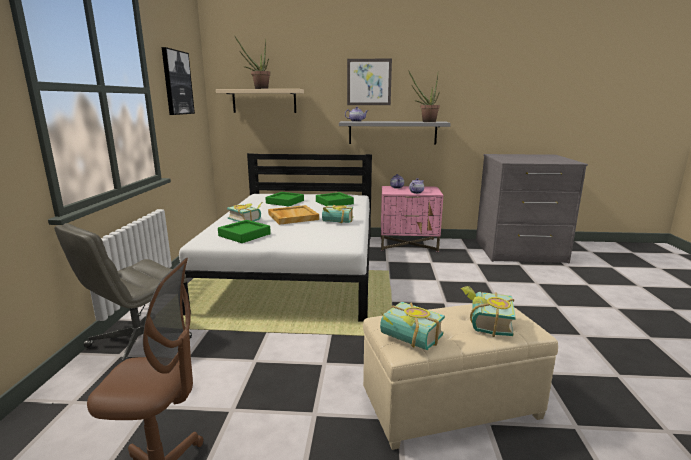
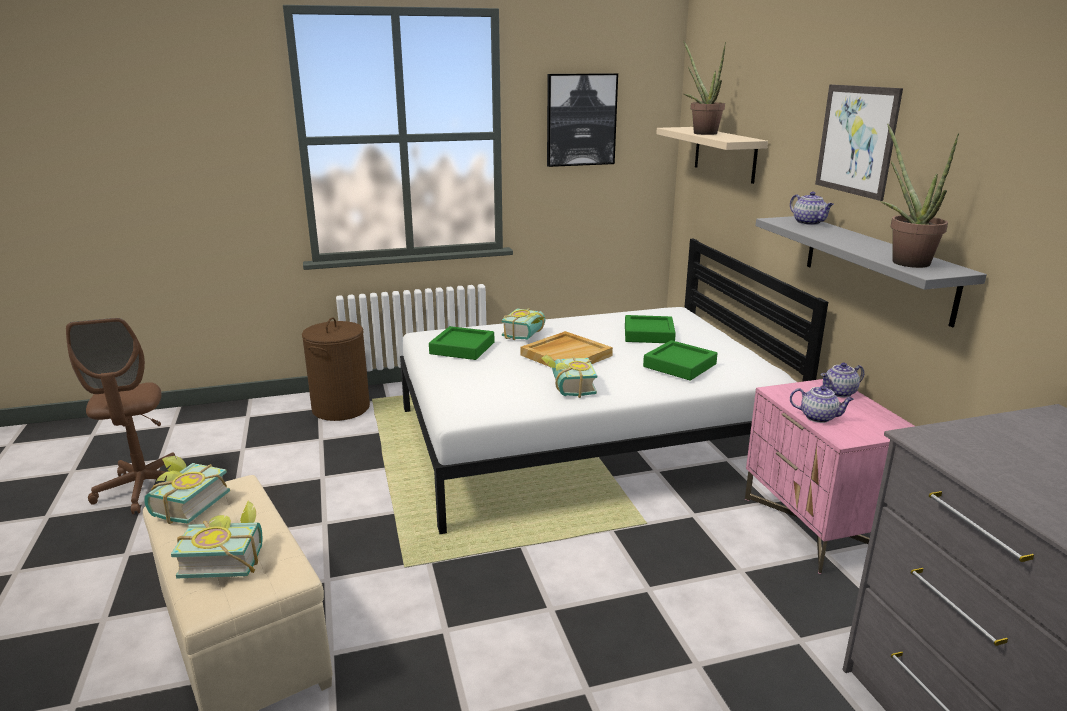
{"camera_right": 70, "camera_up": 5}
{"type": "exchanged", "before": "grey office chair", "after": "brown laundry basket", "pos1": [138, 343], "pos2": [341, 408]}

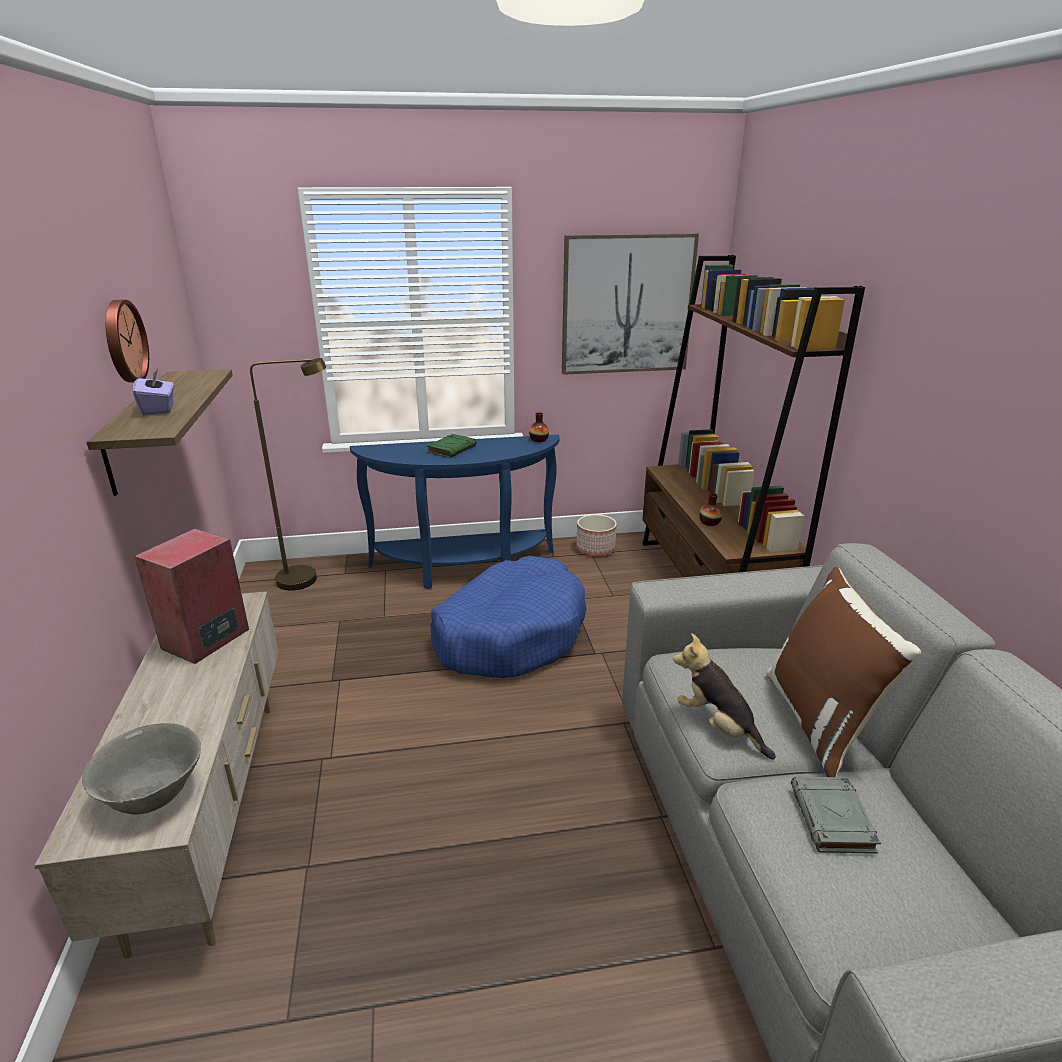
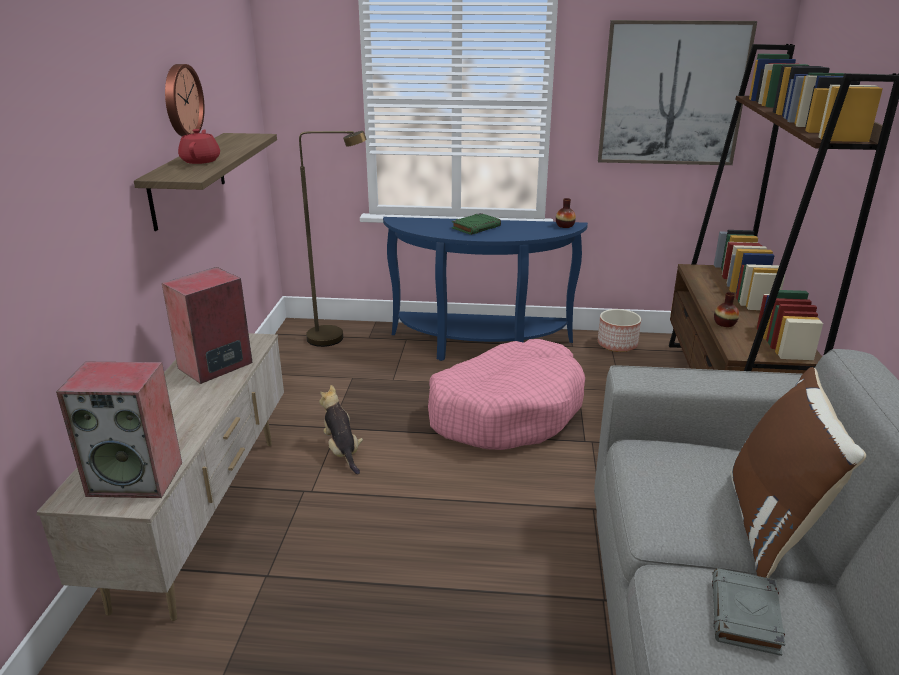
{"camera_right": 15, "camera_up": 0}
{"type": "relocated", "before": "plush toy", "pos1": [718, 726], "pos2": [342, 451]}
{"type": "exchanged", "before": "grey bowl", "after": "speaker", "pos1": [154, 795], "pos2": [137, 478]}
{"type": "exchanged", "before": "purple tissue box", "after": "red teapot", "pos1": [159, 409], "pos2": [201, 160]}
{"type": "colour", "before": "blue dog bed", "after": "pink dog bed", "pos1": [510, 634], "pos2": [506, 411]}

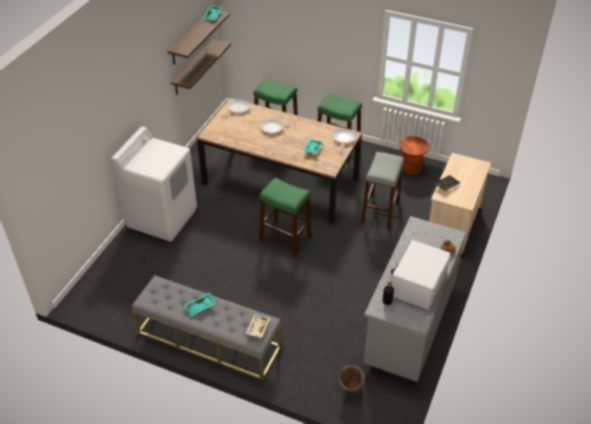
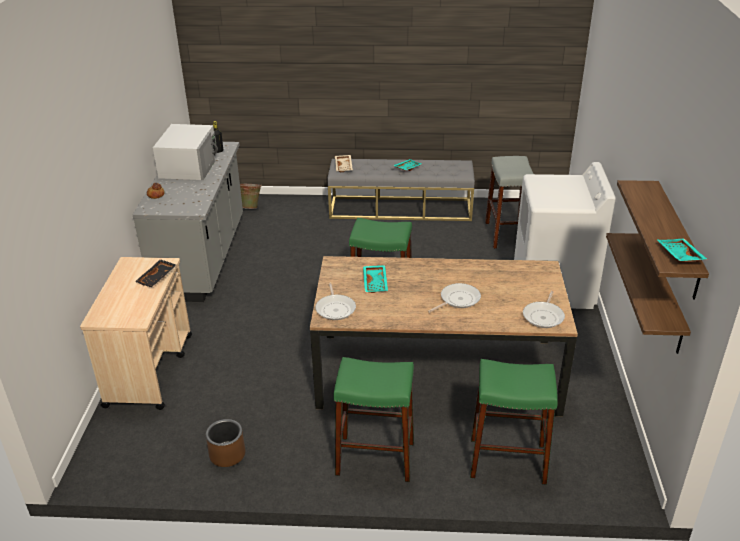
{"camera_right": 160, "camera_up": -10}
{"type": "relocated", "before": "grey stool", "pos1": [380, 212], "pos2": [507, 234]}
{"type": "exchanged", "before": "brown stool", "after": "brown planter", "pos1": [410, 169], "pos2": [227, 454]}

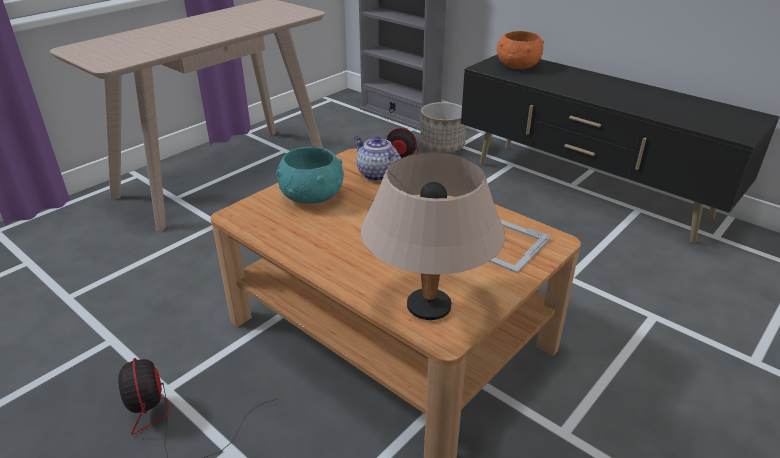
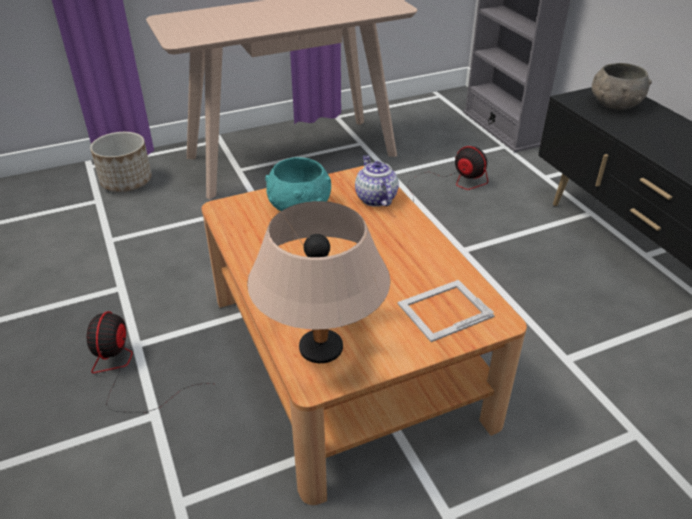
{"camera_right": 25, "camera_up": 5}
{"type": "relocated", "before": "planter", "pos1": [441, 146], "pos2": [126, 181]}
{"type": "colour", "before": "orange bowl", "after": "grey bowl", "pos1": [517, 66], "pos2": [614, 104]}

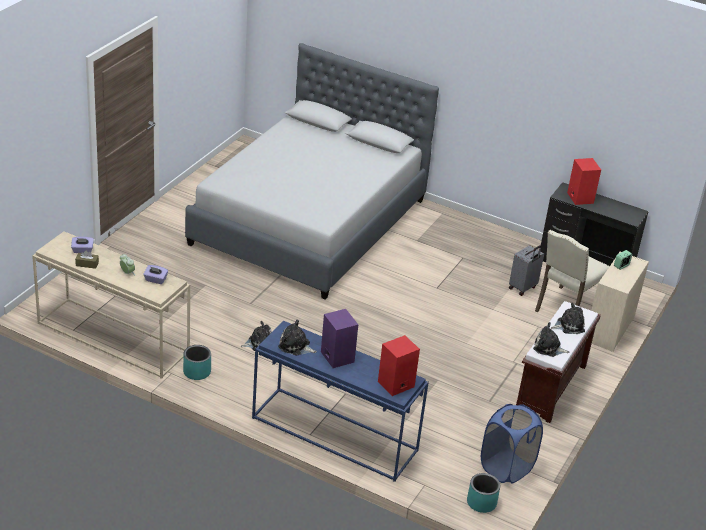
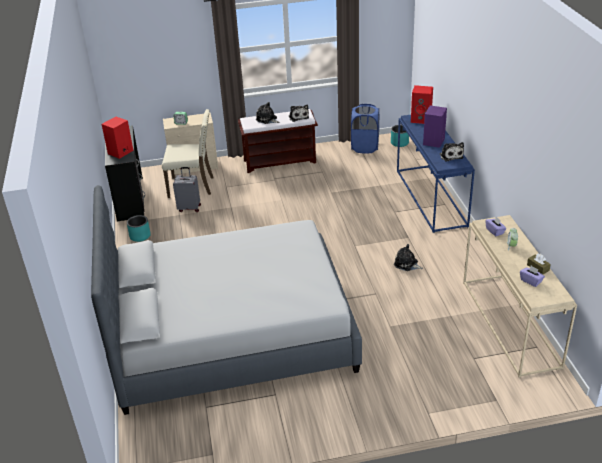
{"camera_right": -125, "camera_up": 0}
{"type": "relocated", "before": "turquoise planter", "pos1": [197, 372], "pos2": [140, 236]}

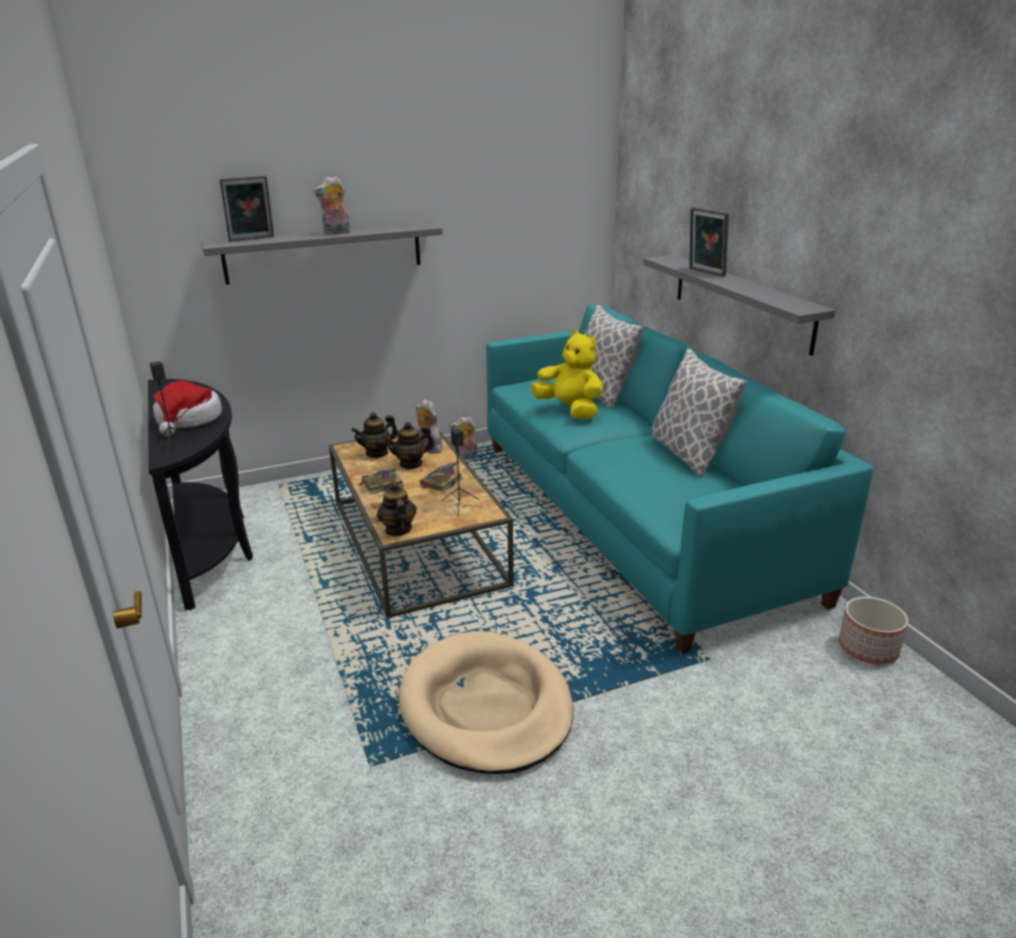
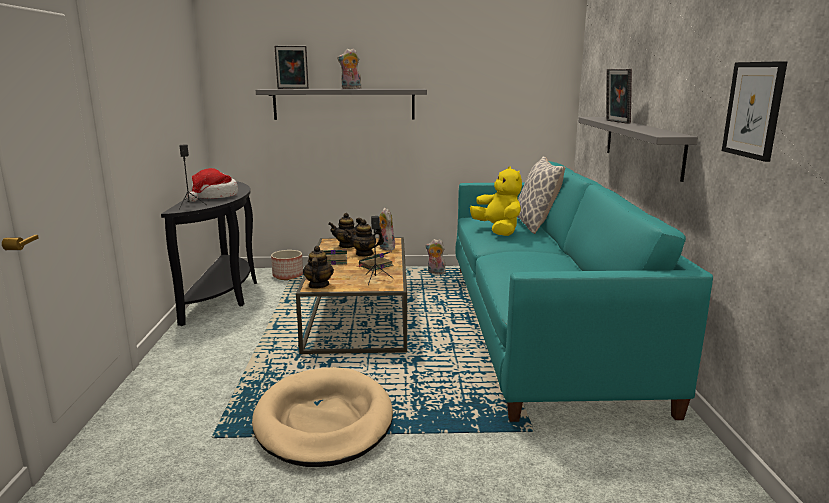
{"camera_right": 20, "camera_up": -10}
{"type": "missing", "before": "pillow", "pos1": [688, 453]}
{"type": "appeared", "after": "picture", "pos2": [754, 110]}
{"type": "relocated", "before": "planter", "pos1": [868, 649], "pos2": [288, 276]}

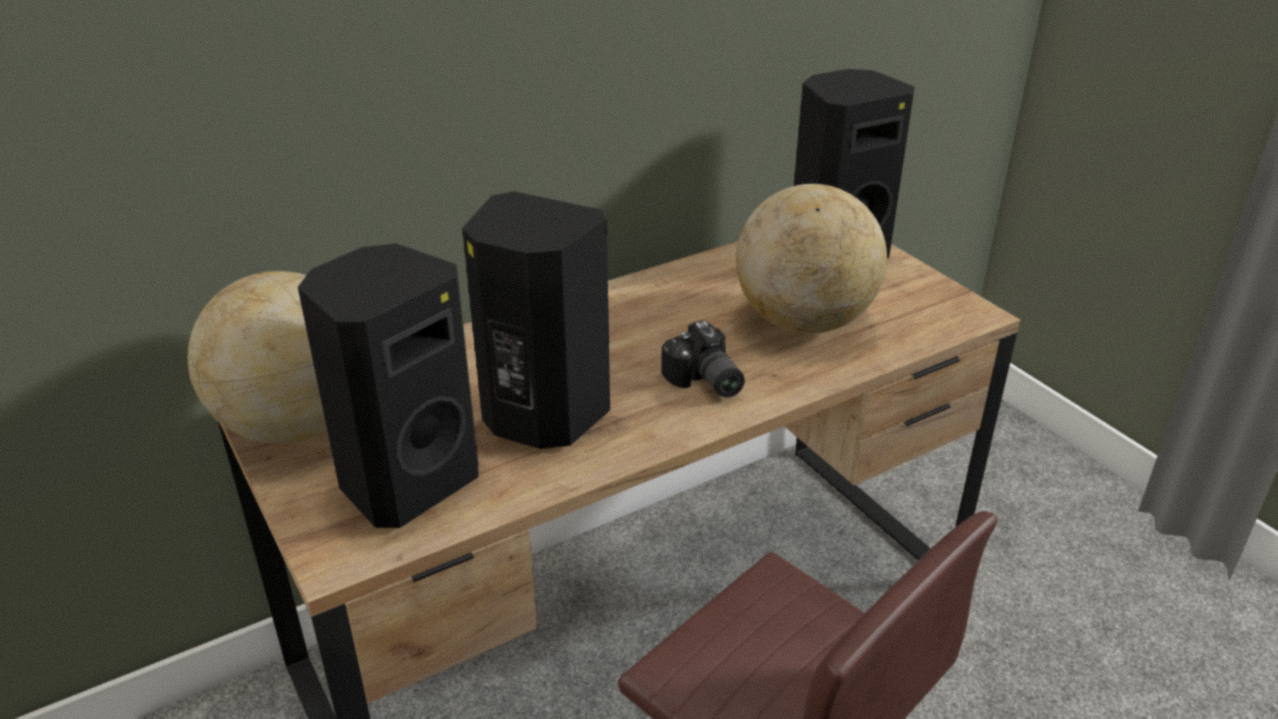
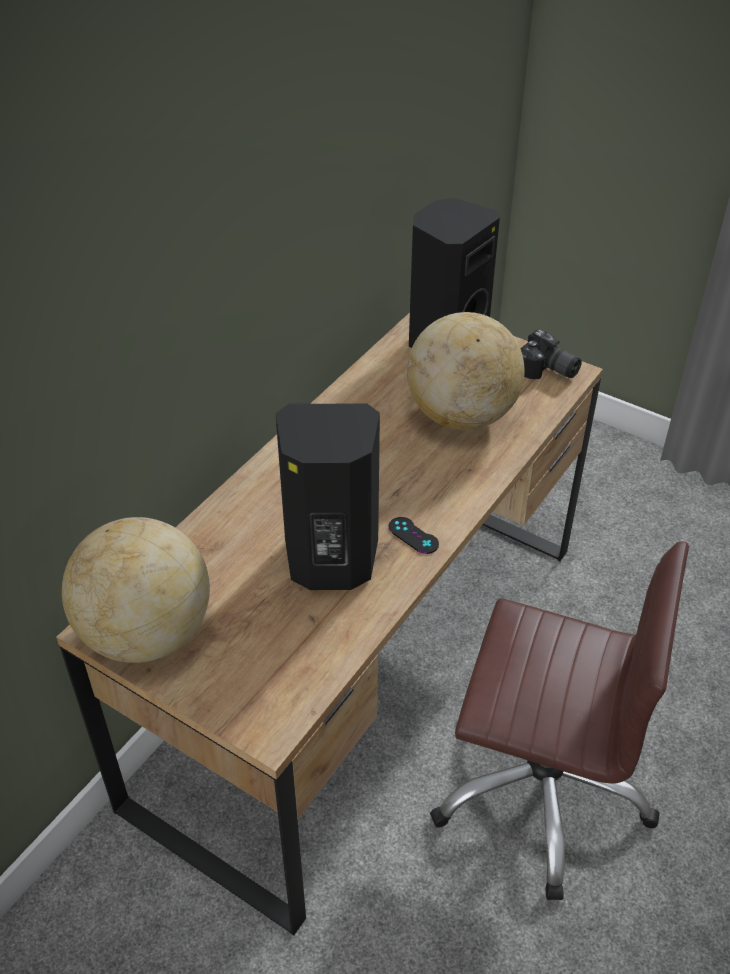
{"camera_right": -25, "camera_up": 10}
{"type": "missing", "before": "black speaker", "pos1": [406, 482]}
{"type": "appeared", "after": "black game controller", "pos2": [413, 535]}
{"type": "relocated", "before": "photo camera", "pos1": [704, 382], "pos2": [547, 371]}

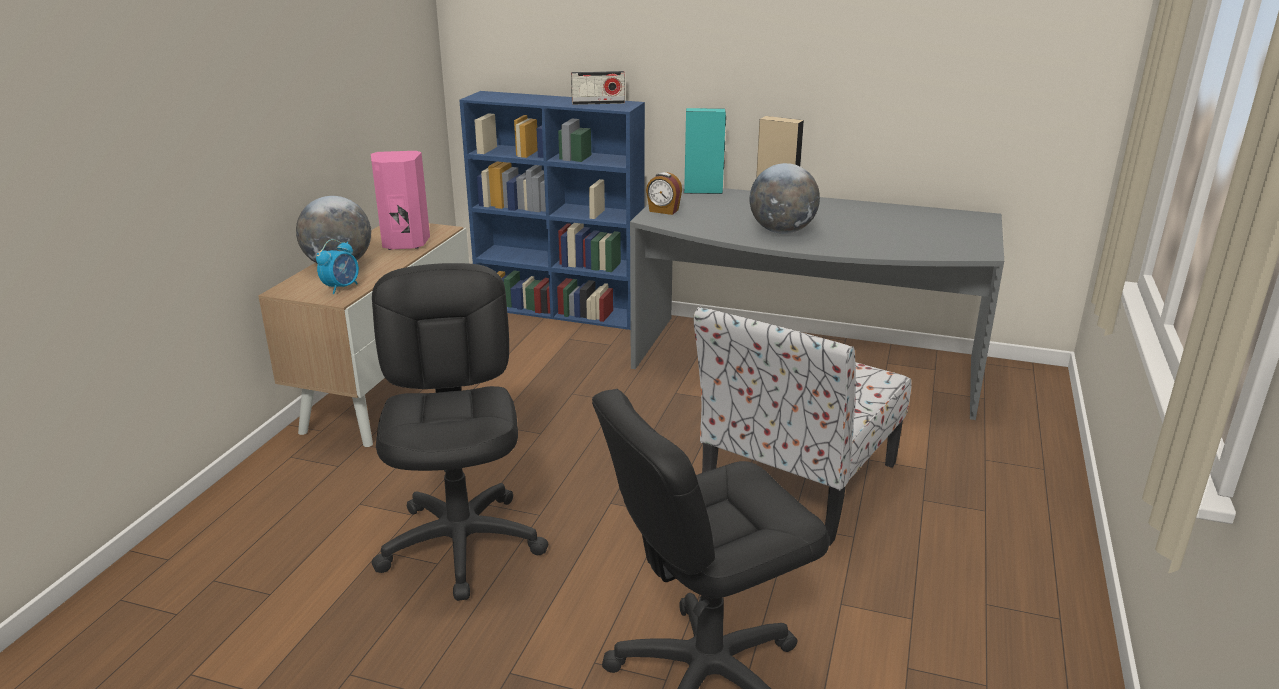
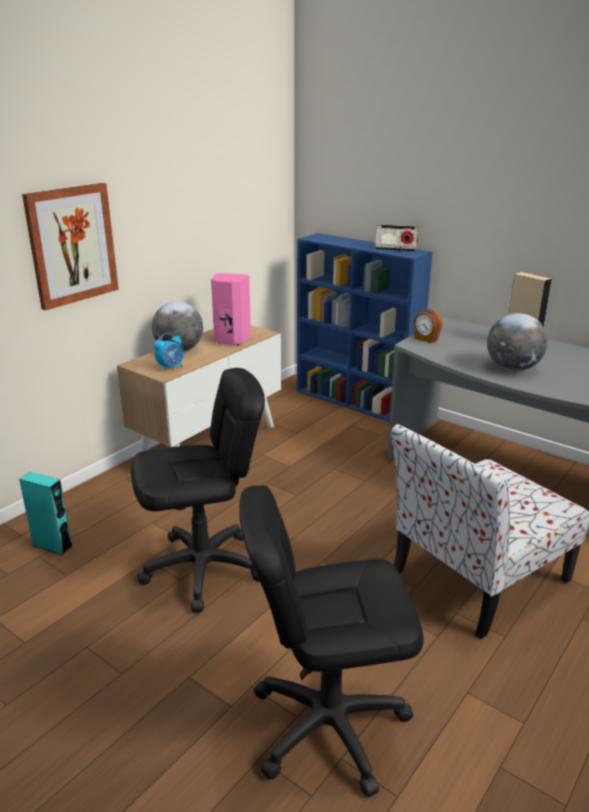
{"camera_right": 20, "camera_up": 0}
{"type": "appeared", "after": "picture", "pos2": [72, 245]}
{"type": "relocated", "before": "turquoise speaker", "pos1": [703, 191], "pos2": [52, 546]}
{"type": "spun", "before": "black office chair", "pos1": [462, 544], "pos2": [203, 568], "turn": 60}

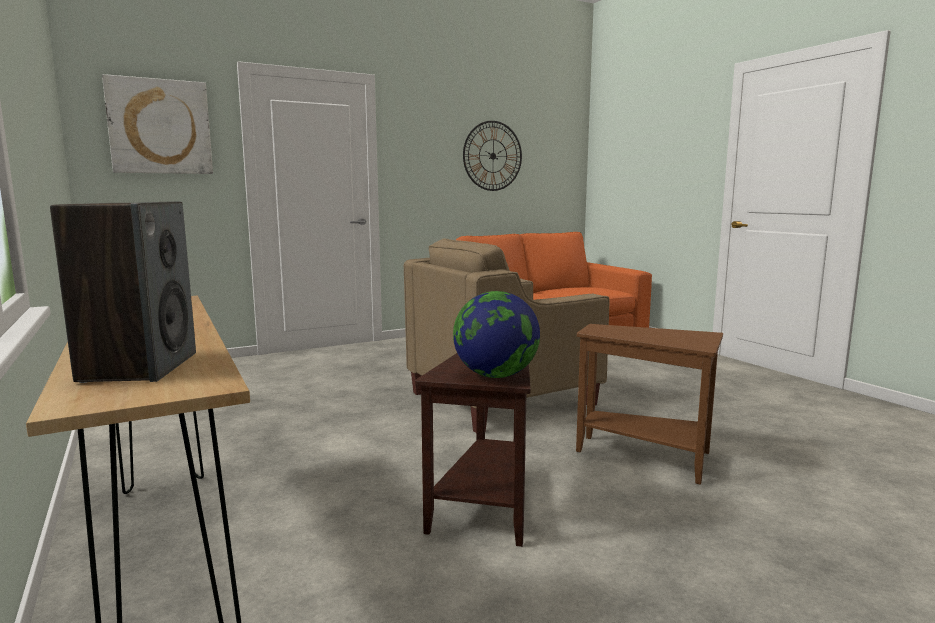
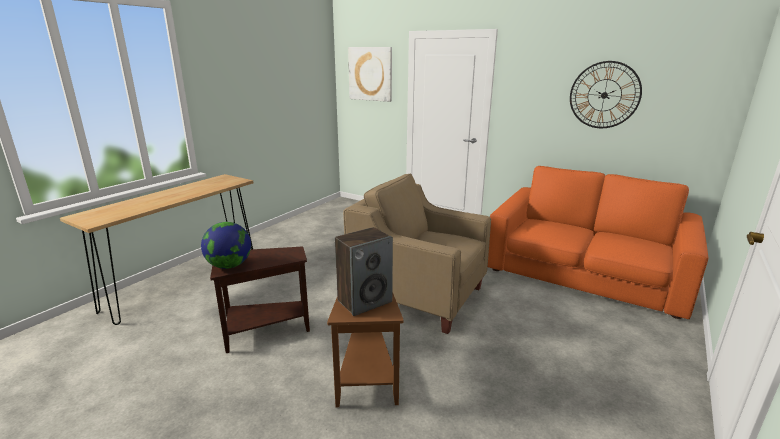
{"camera_right": 60, "camera_up": 10}
{"type": "relocated", "before": "speaker", "pos1": [139, 367], "pos2": [365, 301]}

